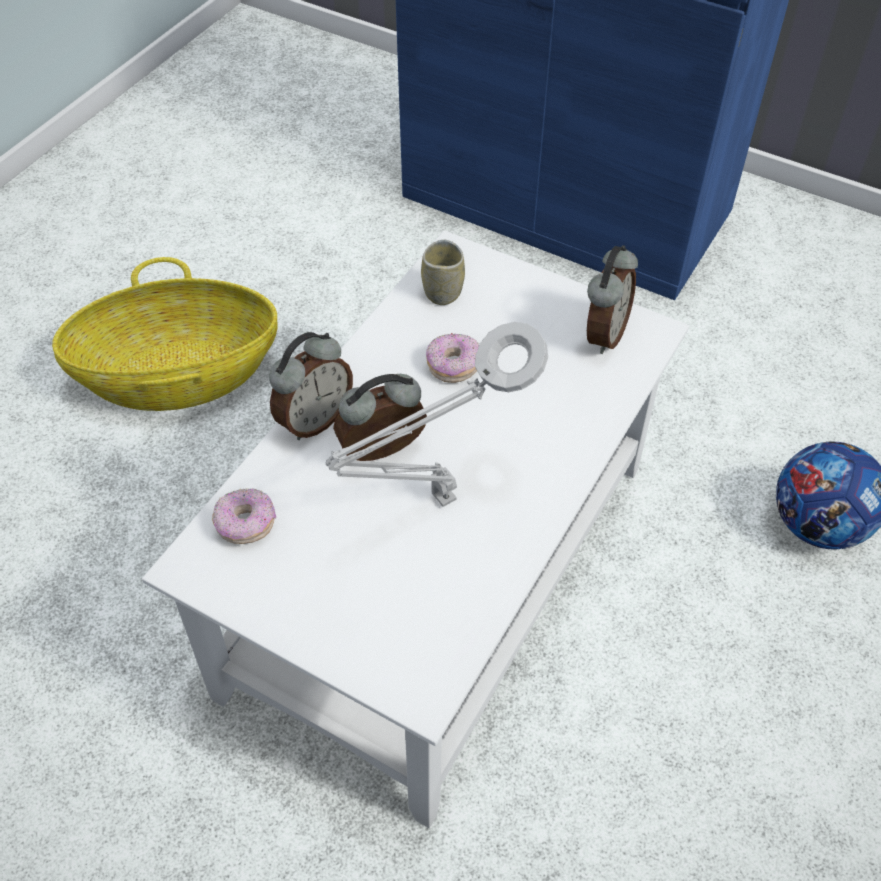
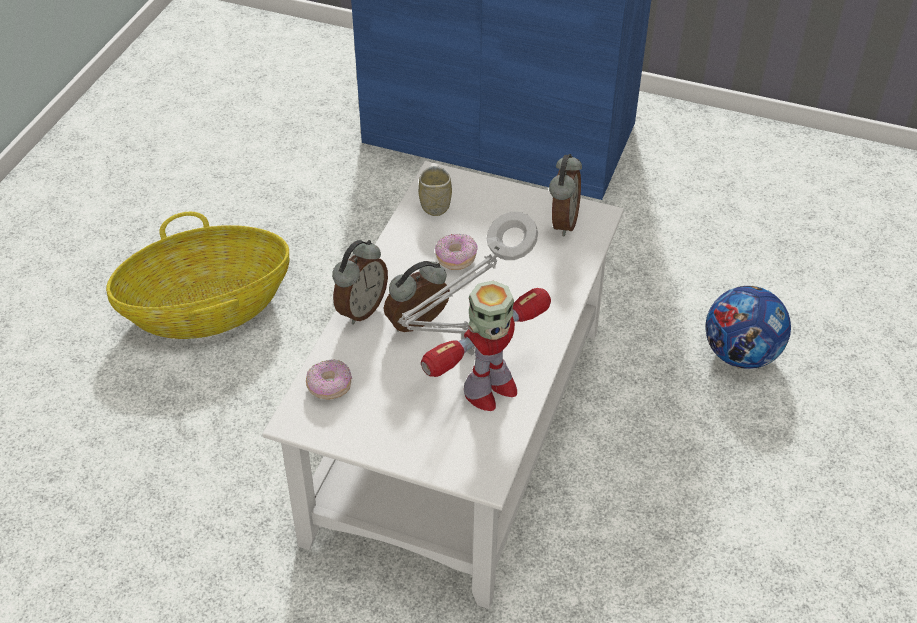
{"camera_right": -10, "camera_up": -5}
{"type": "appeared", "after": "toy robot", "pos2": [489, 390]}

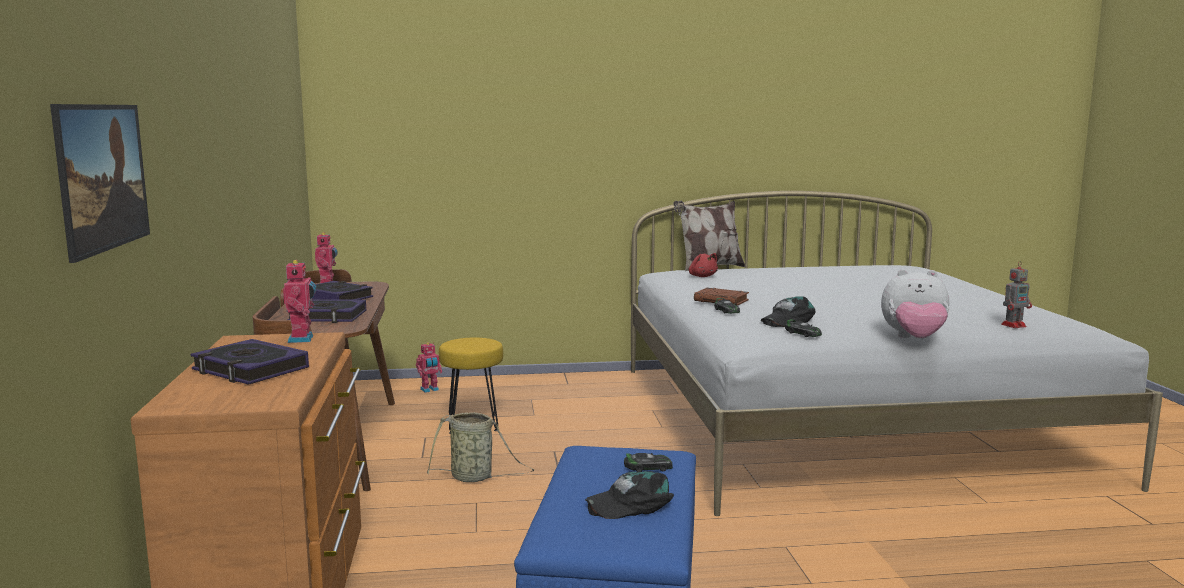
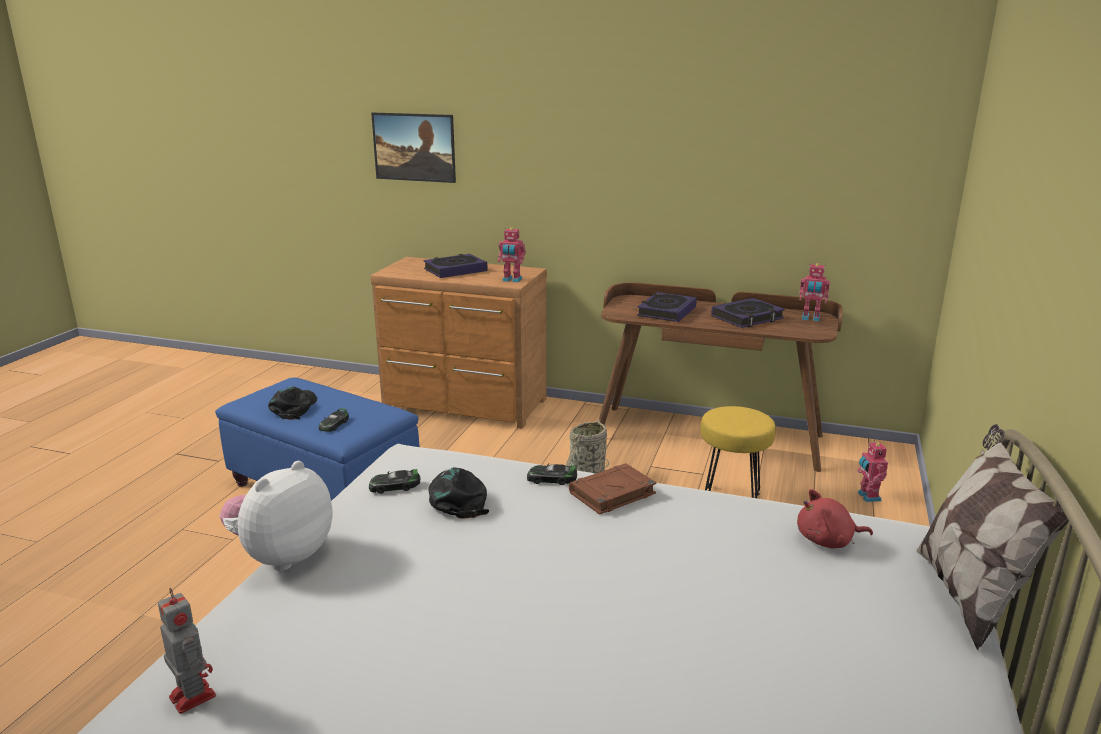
{"camera_right": 115, "camera_up": 10}
{"type": "spun", "before": "toy robot", "pos1": [1014, 325], "pos2": [191, 695], "turn": 135}

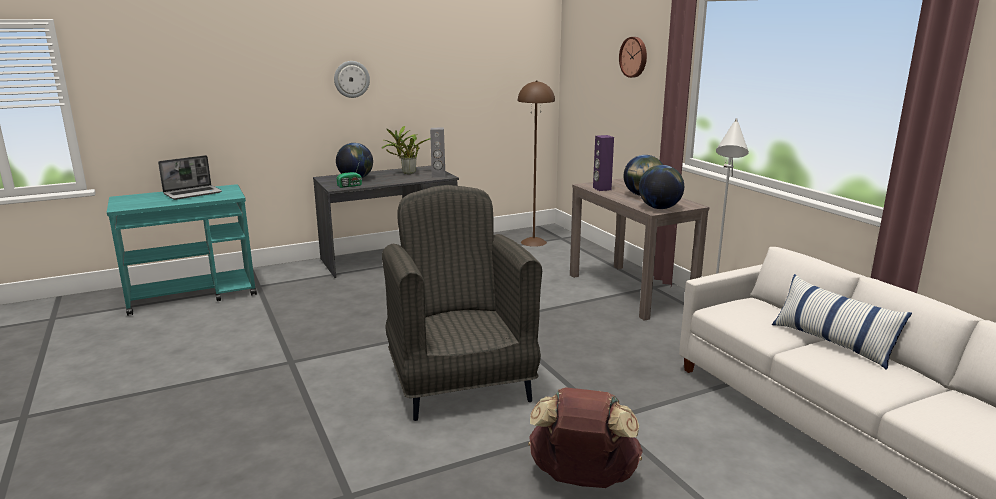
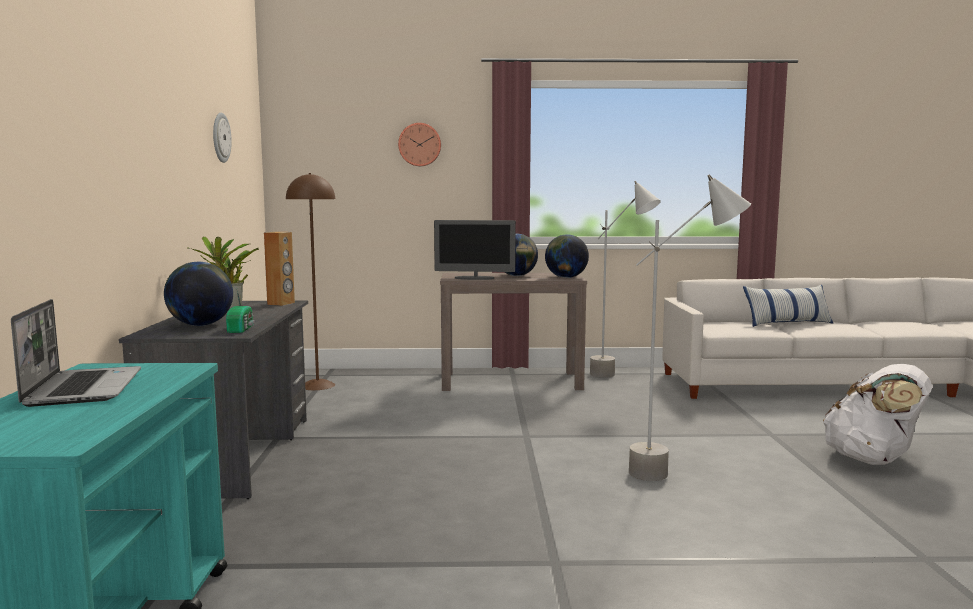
{"camera_right": -65, "camera_up": -10}
{"type": "relocated", "before": "wall clock", "pos1": [351, 79], "pos2": [220, 137]}
{"type": "exchanged", "before": "grey armchair", "after": "grey floor lamp", "pos1": [460, 384], "pos2": [680, 473]}
{"type": "exchanged", "before": "purple speaker", "after": "monitor", "pos1": [601, 189], "pos2": [474, 278]}
{"type": "colour", "before": "grey speaker", "after": "brown speaker", "pos1": [438, 176], "pos2": [281, 303]}
{"type": "colour", "before": "brown backpack", "after": "white backpack", "pos1": [582, 479], "pos2": [873, 459]}

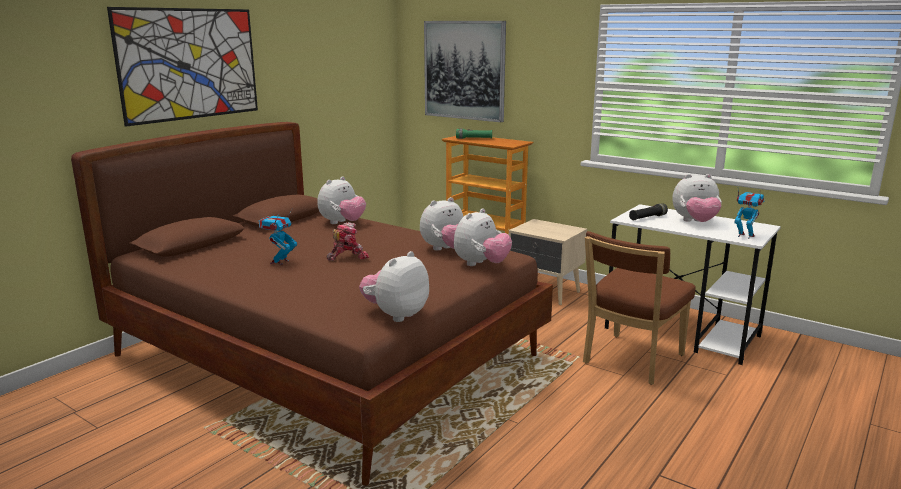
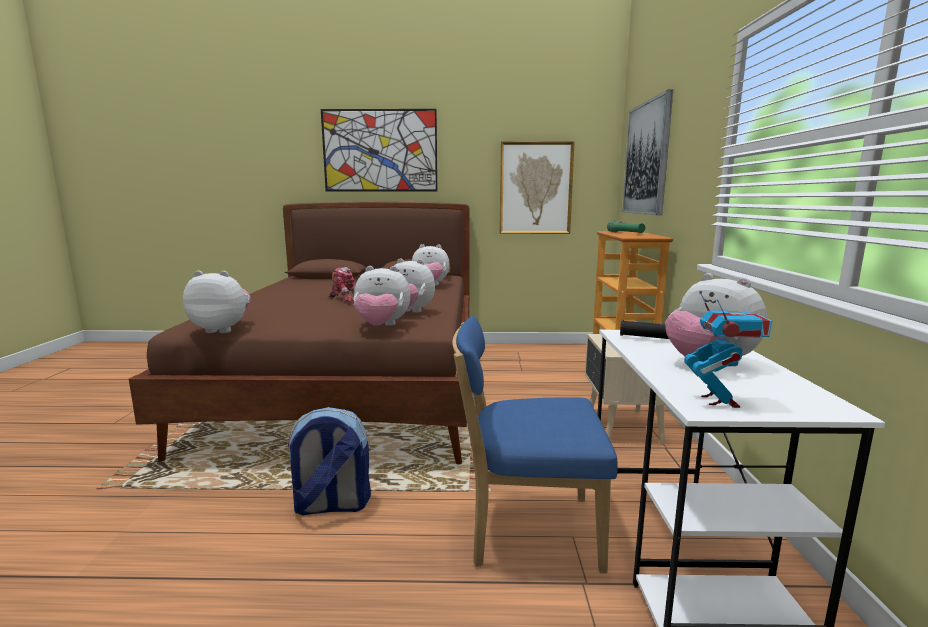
{"camera_right": 55, "camera_up": -5}
{"type": "missing", "before": "toy robot", "pos1": [279, 262]}
{"type": "appeared", "after": "backpack", "pos2": [331, 505]}
{"type": "appeared", "after": "picture", "pos2": [535, 188]}
{"type": "colour", "before": "brown chair", "after": "blue chair", "pos1": [630, 361], "pos2": [526, 530]}

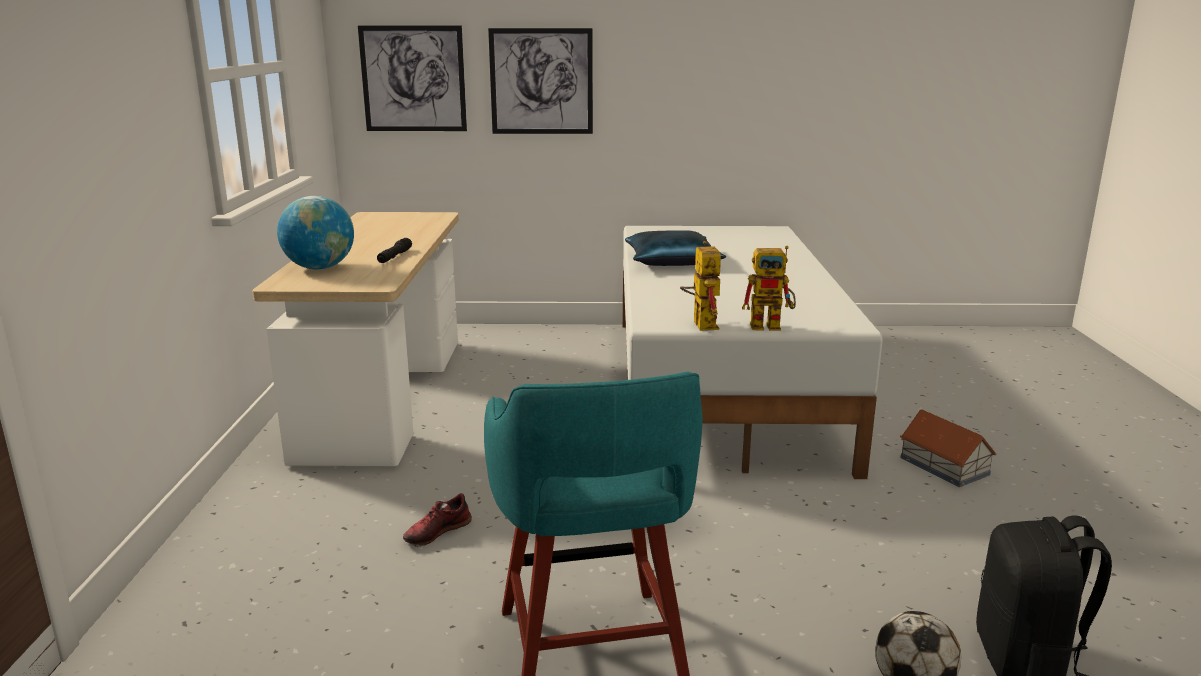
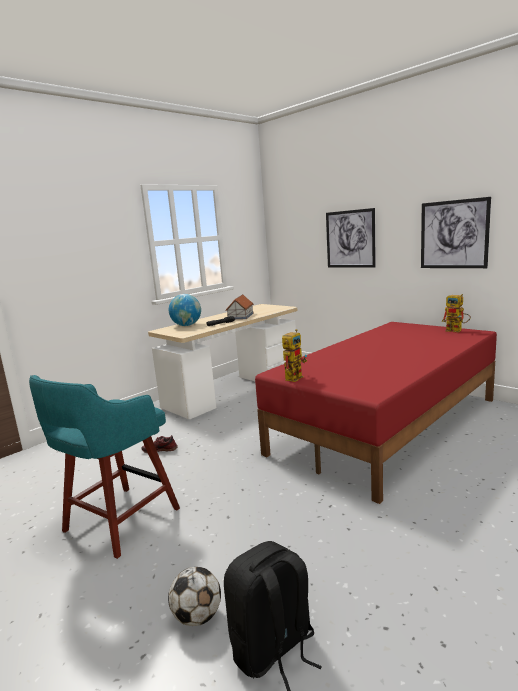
{"camera_right": 45, "camera_up": -5}
{"type": "missing", "before": "blue pillow", "pos1": [672, 261]}
{"type": "relocated", "before": "picture", "pos1": [413, 79], "pos2": [453, 234]}
{"type": "relocated", "before": "toy robot", "pos1": [772, 326], "pos2": [457, 331]}
{"type": "relocated", "before": "toy house", "pos1": [944, 466], "pos2": [240, 316]}
{"type": "colour", "before": "white bed", "after": "red bed", "pos1": [722, 386], "pos2": [388, 425]}

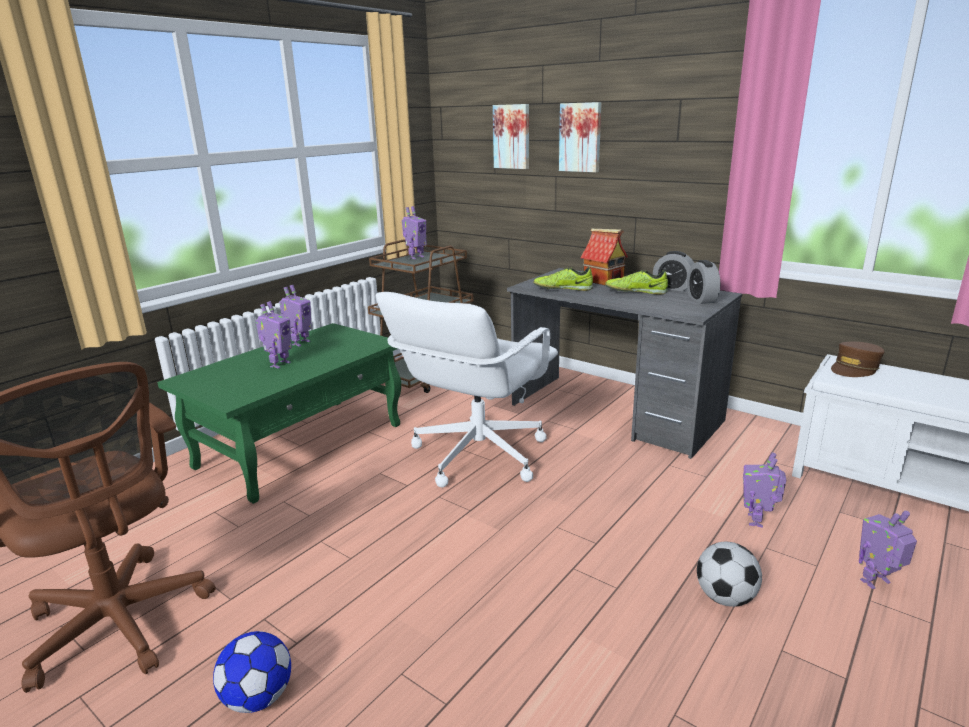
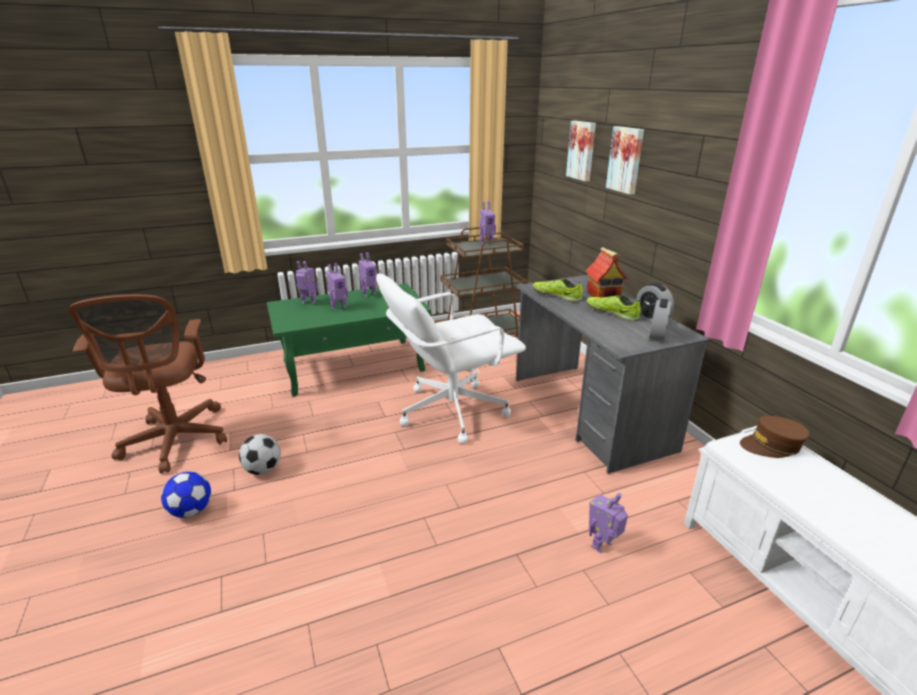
{"camera_right": 30, "camera_up": 5}
{"type": "relocated", "before": "football", "pos1": [726, 598], "pos2": [263, 470]}
{"type": "relocated", "before": "toy robot", "pos1": [876, 582], "pos2": [308, 303]}

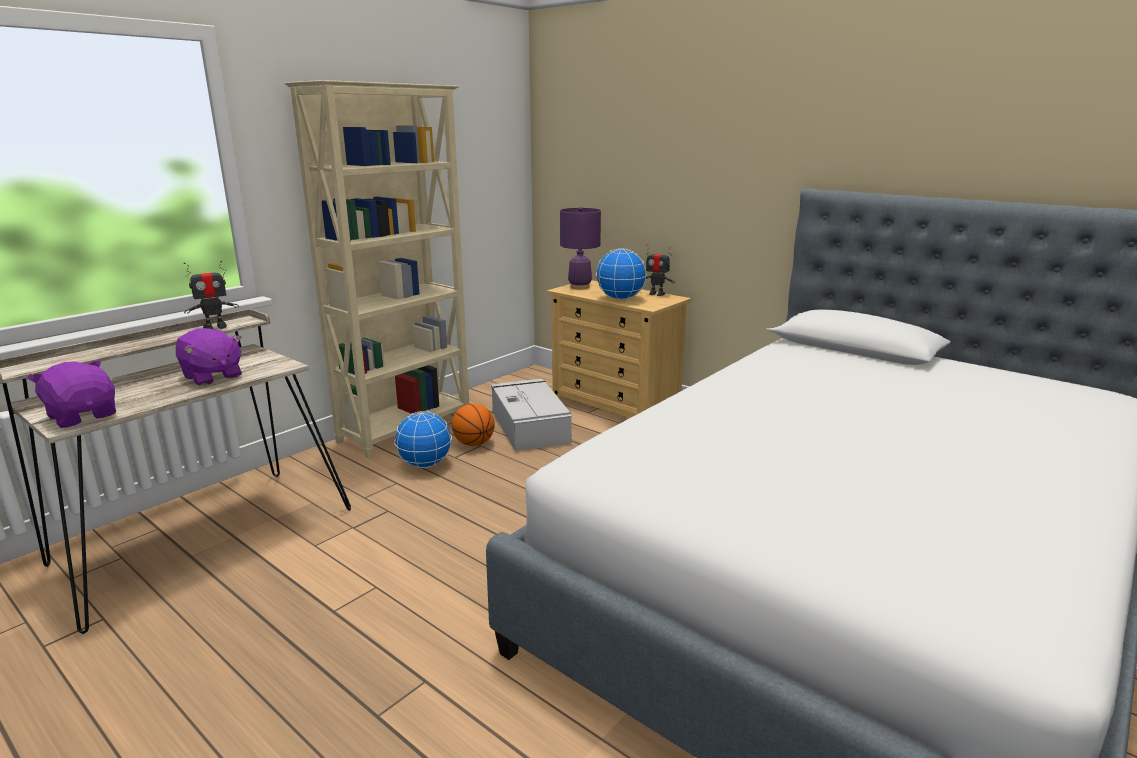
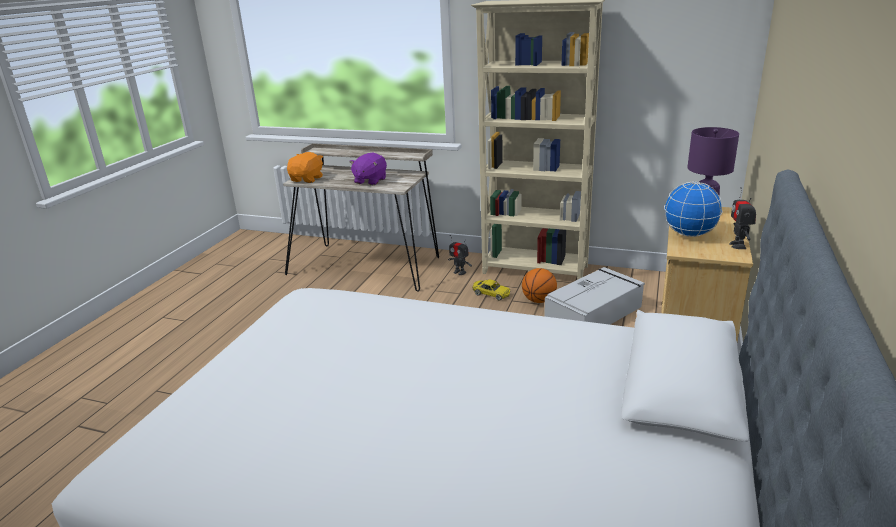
{"camera_right": 70, "camera_up": 5}
{"type": "relocated", "before": "toy robot", "pos1": [215, 327], "pos2": [459, 272]}
{"type": "exchanged", "before": "globe", "after": "yellow toy car", "pos1": [424, 464], "pos2": [491, 294]}
{"type": "colour", "before": "purple plush toy", "after": "orange plush toy", "pos1": [83, 416], "pos2": [307, 179]}

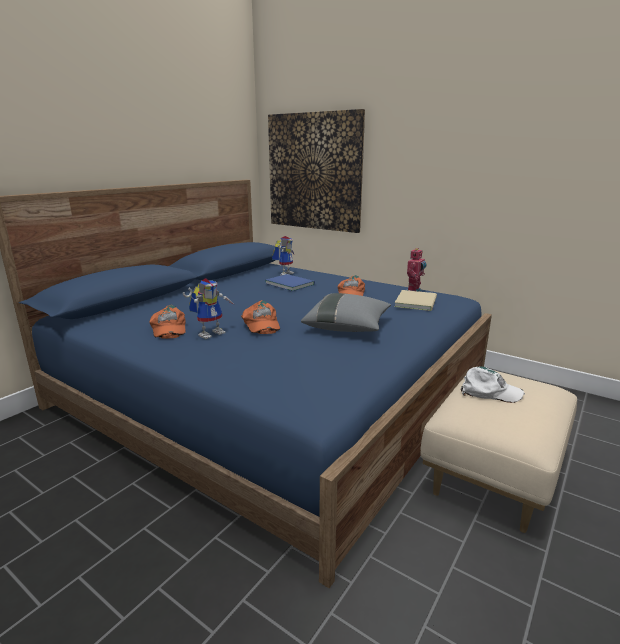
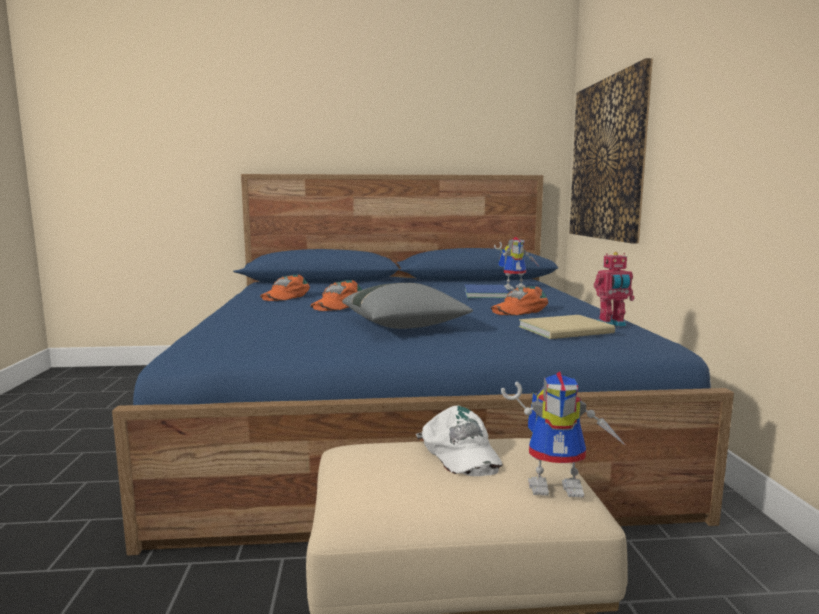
{"camera_right": 50, "camera_up": -10}
{"type": "relocated", "before": "toy robot", "pos1": [211, 333], "pos2": [559, 486]}

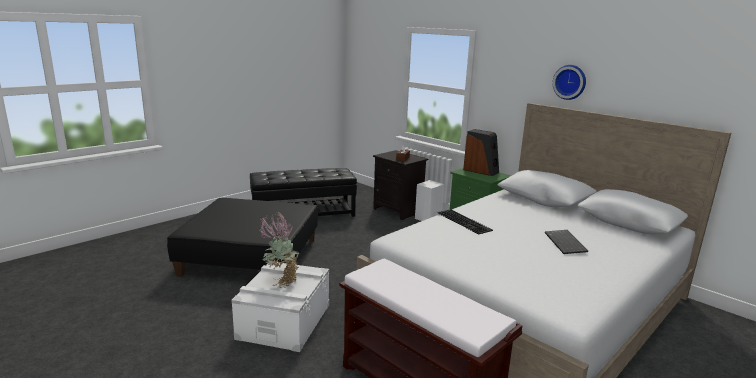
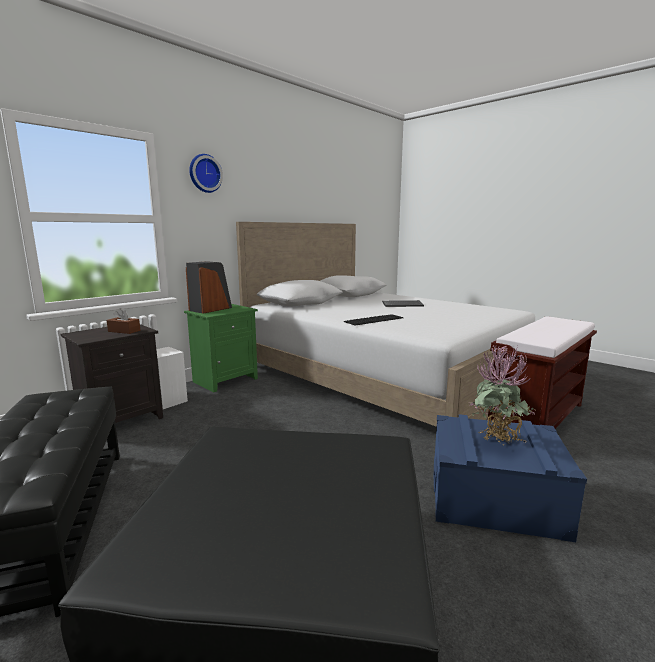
{"camera_right": -90, "camera_up": -5}
{"type": "relocated", "before": "wall clock", "pos1": [570, 82], "pos2": [204, 173]}
{"type": "colour", "before": "white storage box", "after": "blue storage box", "pos1": [284, 321], "pos2": [494, 498]}

